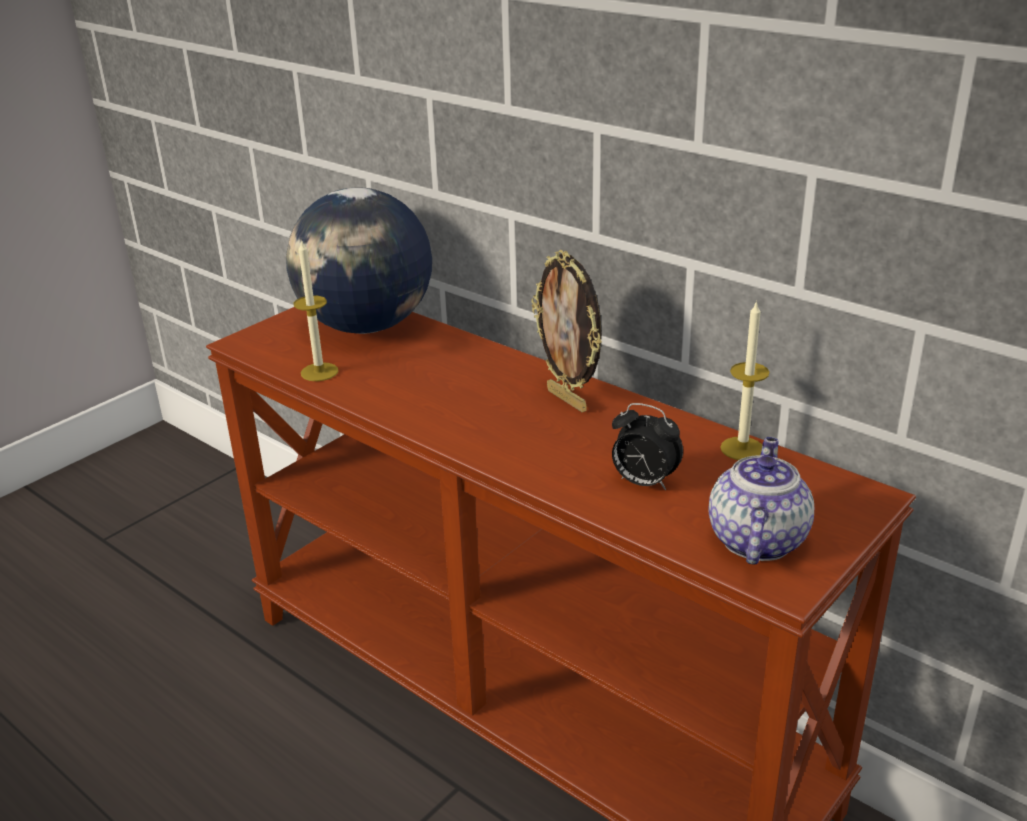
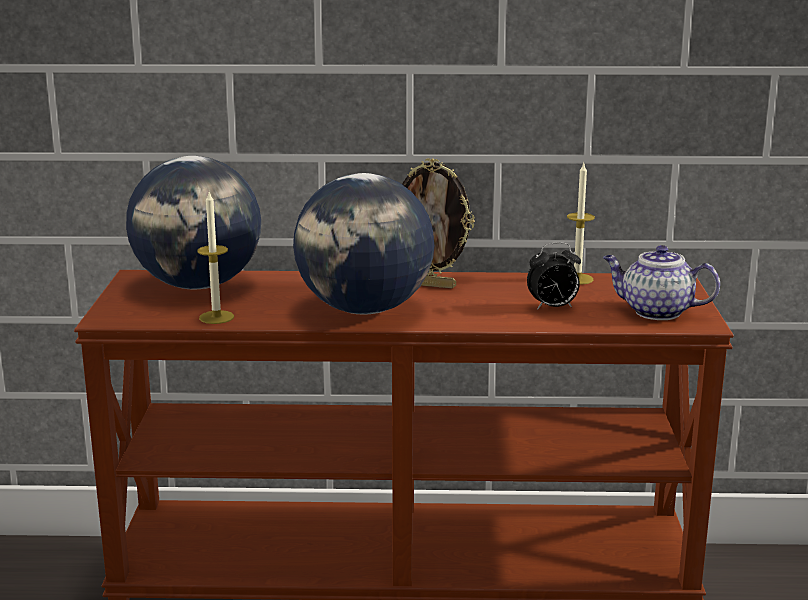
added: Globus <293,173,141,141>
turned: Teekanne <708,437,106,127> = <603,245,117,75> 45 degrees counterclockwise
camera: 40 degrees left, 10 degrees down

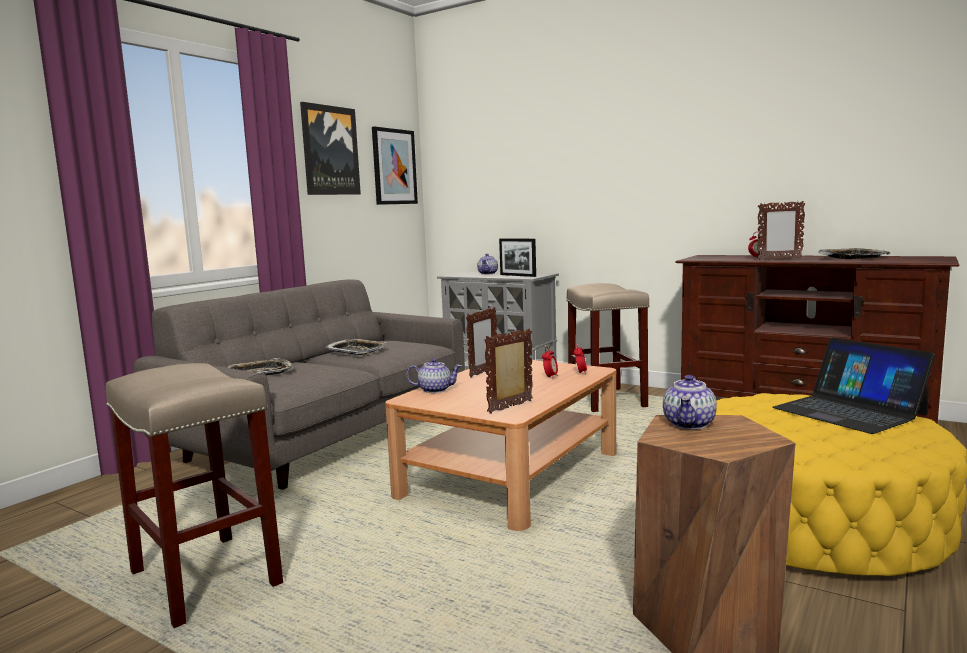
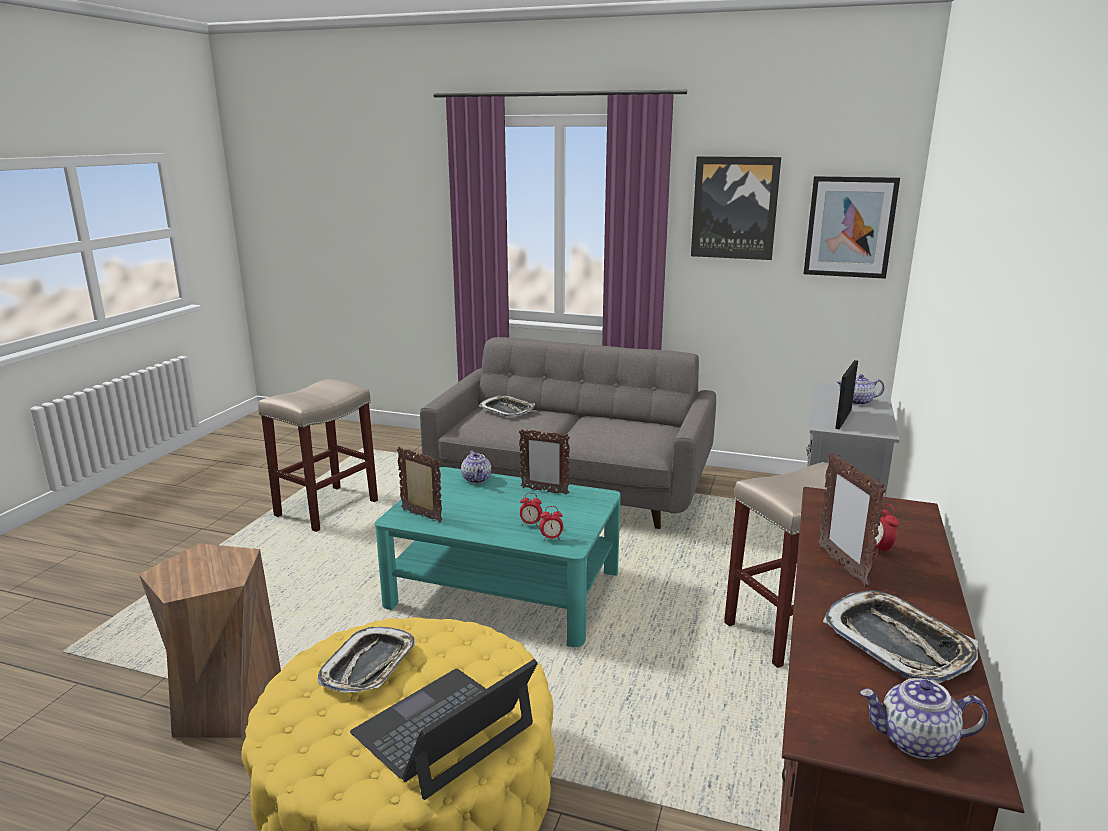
moved: Tablett <325,339,61,16> to <318,627,97,66>; Teekanne <663,375,54,54> to <860,678,128,81>
recoloured: Couchtisch [braun] <385,360,231,171> to Couchtisch [türkis] <375,467,246,180>
camera: 75 degrees right, 10 degrees up

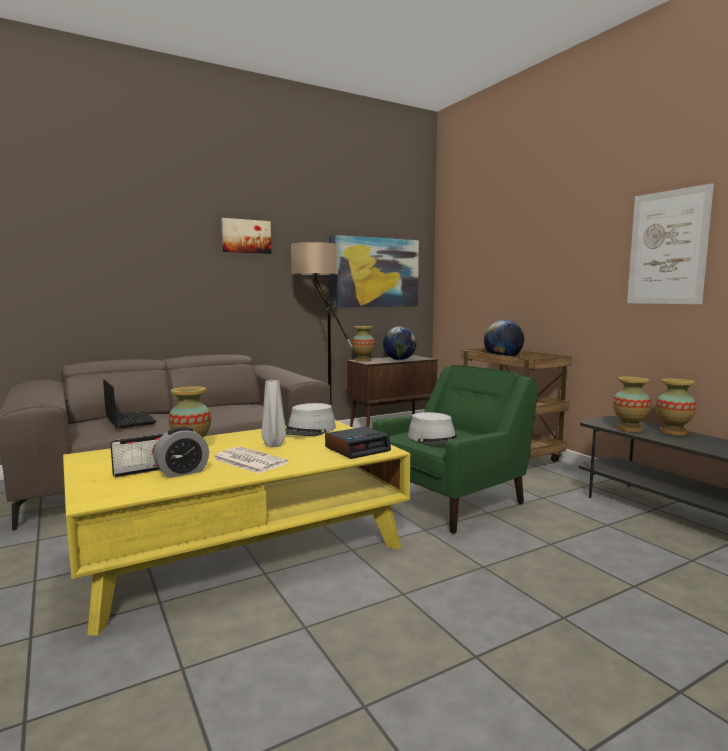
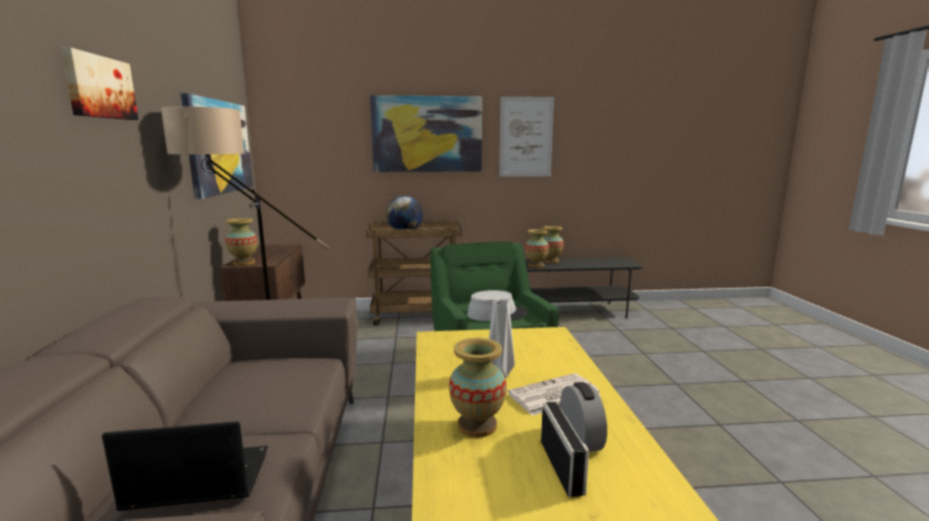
removed: Hut [grau] <286,403,50,33>; Wecker <325,426,66,33>; Globus <383,326,34,34>
added: Bild <370,95,112,77>
camera: 65 degrees left, 5 degrees up

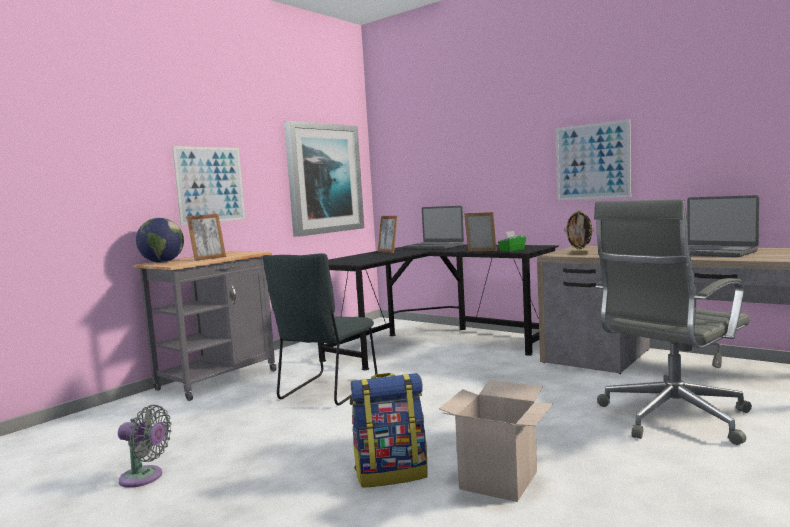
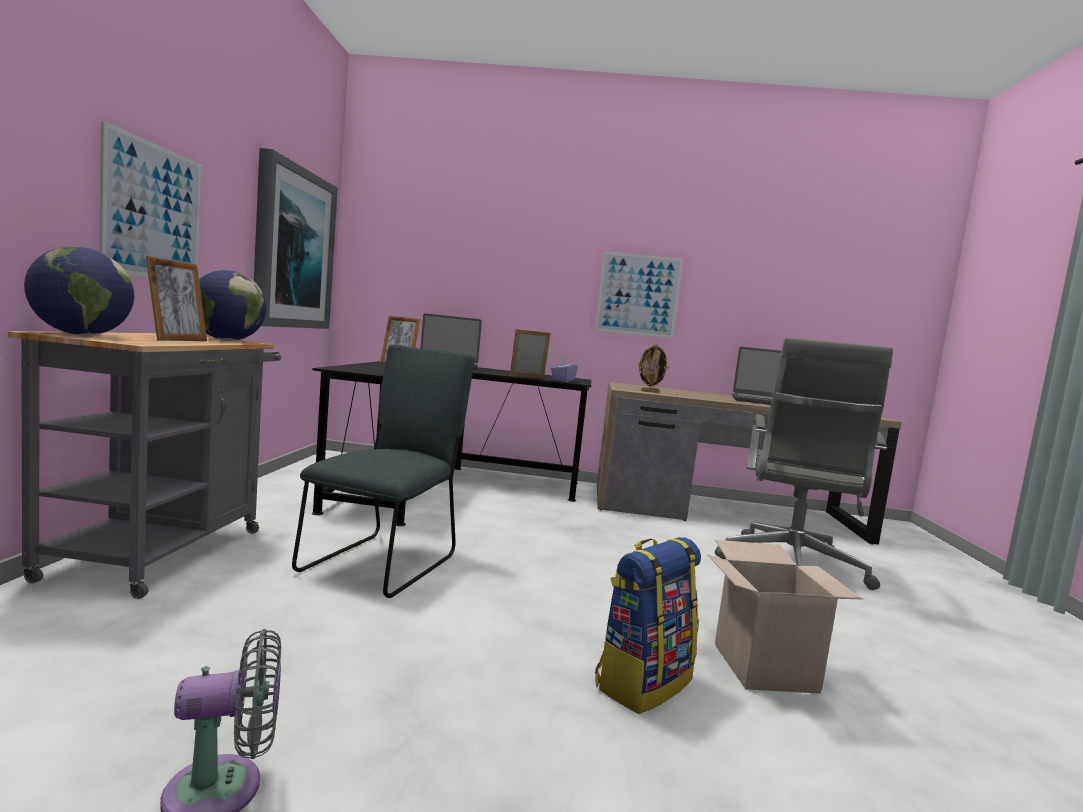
added: Globus <199,270,68,71>
recoloured: Taschentuchbox [grün] <498,231,28,21> to Taschentuchbox [lila] <551,358,27,24>
turned: Stuhl [grau] <263,253,114,153> = <292,345,183,253> 150 degrees counterclockwise
camera: 35 degrees left, 0 degrees up

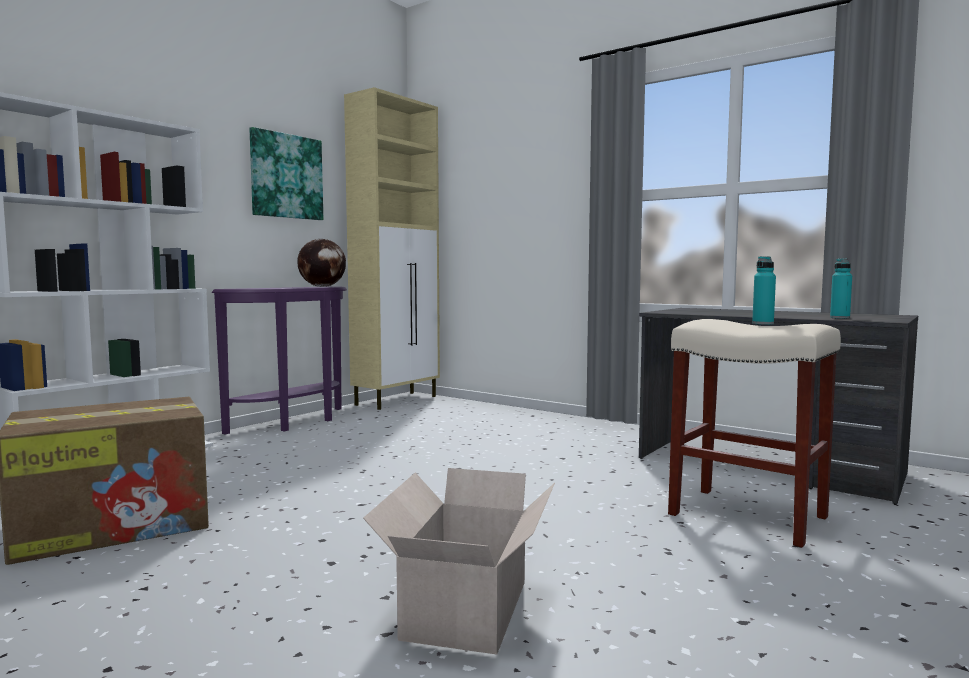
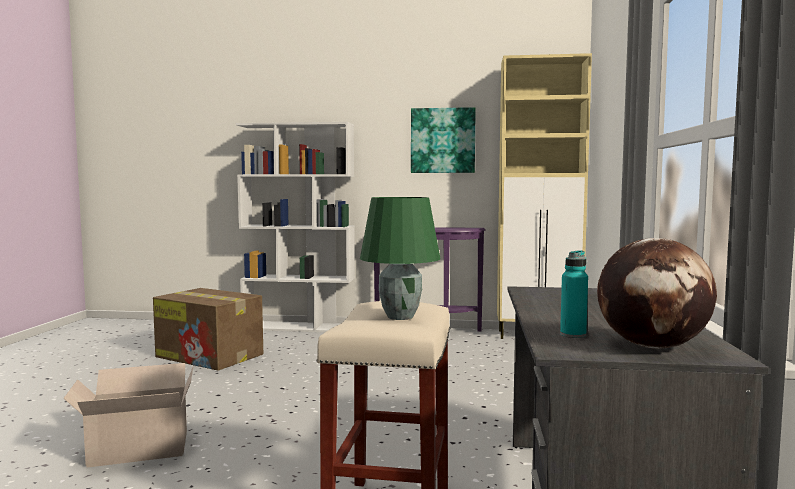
moved: Globus <298,239,48,48> to <597,238,120,111>
replaced: Flasche [türkis] <752,256,24,69> to Tischlampe [grün] <360,197,80,123>
camera: 60 degrees right, 0 degrees up

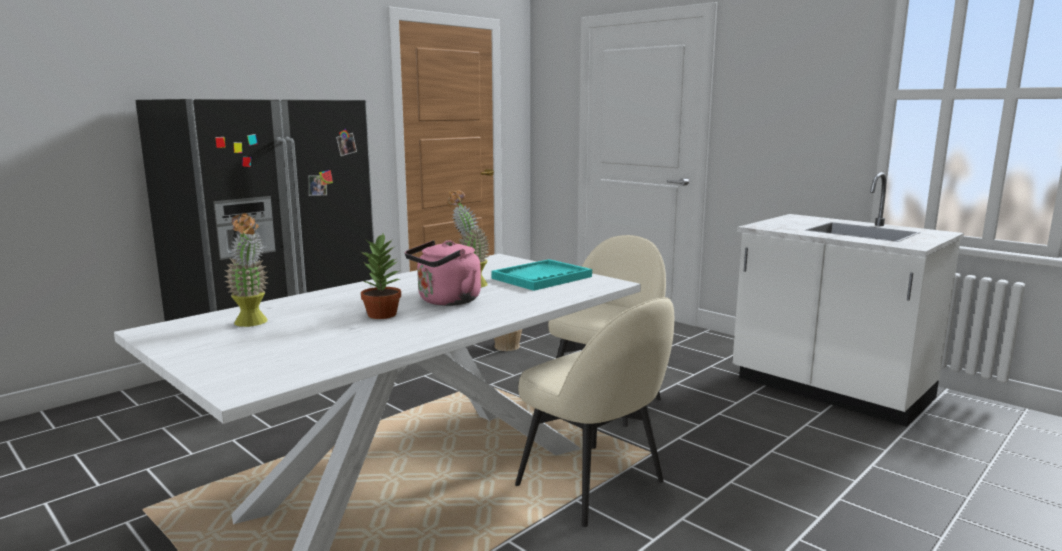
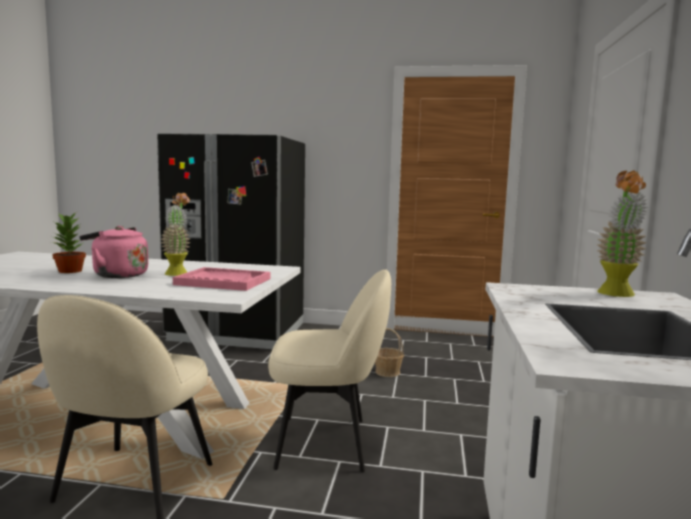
moved: Topfpflanze <224,213,45,114> to <597,171,51,126>
recoloured: Tablett [türkis] <491,259,101,32> to Tablett [rosa] <173,267,98,24>
camera: 55 degrees right, 5 degrees down

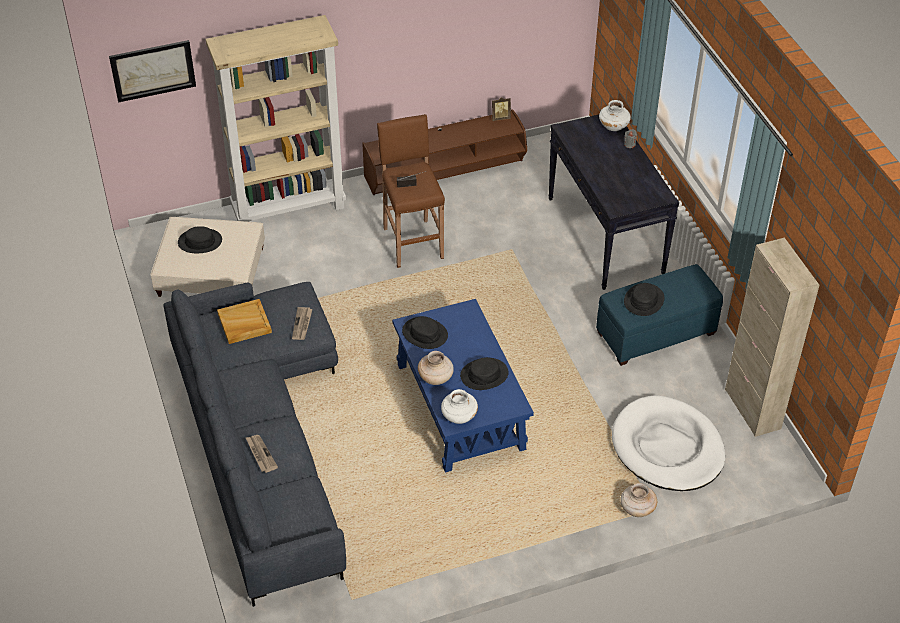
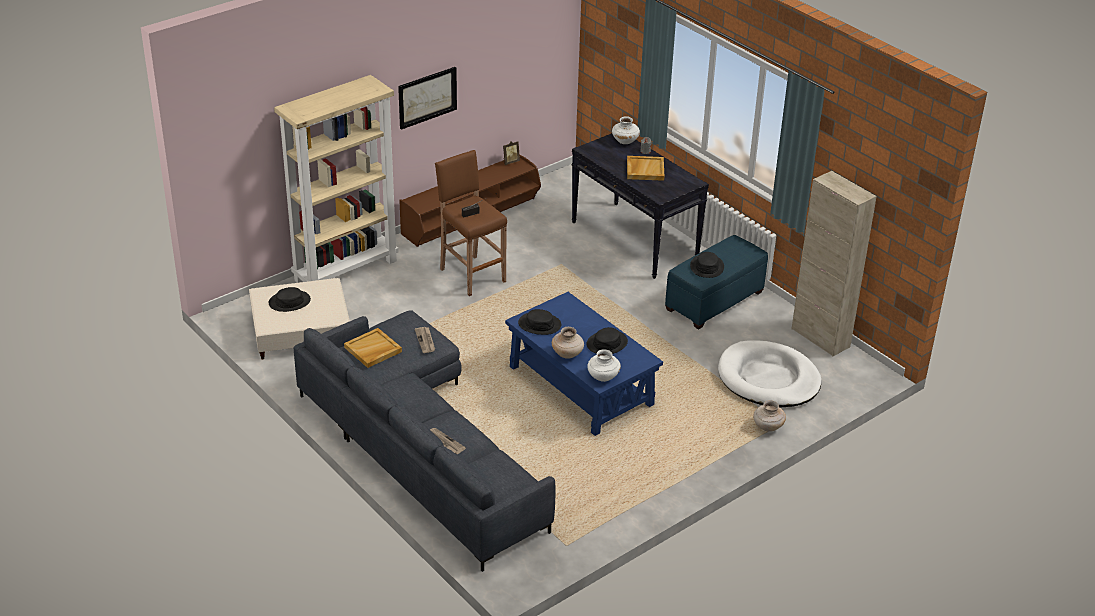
added: Tablett [beige] <627,156,37,25>
moved: Bild <109,40,87,62> to <398,67,59,63>
camera: 20 degrees left, 10 degrees down

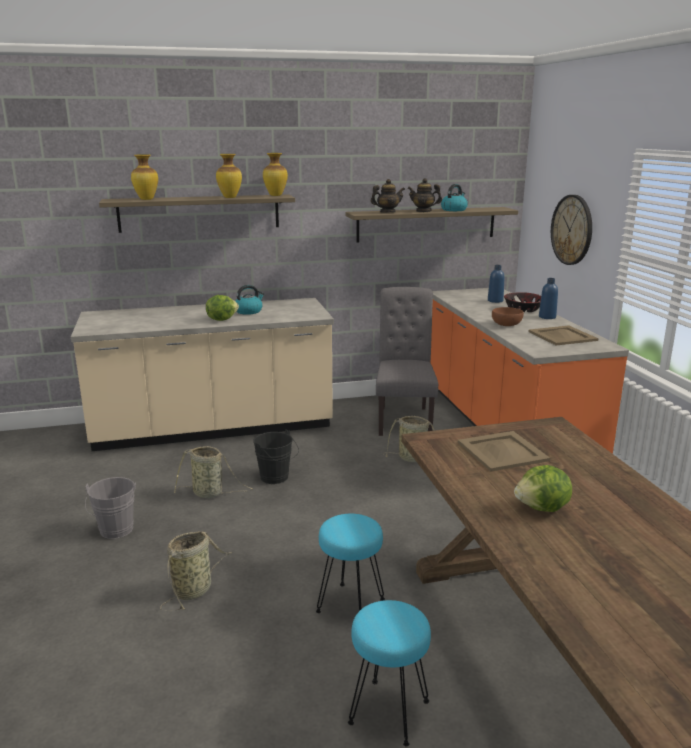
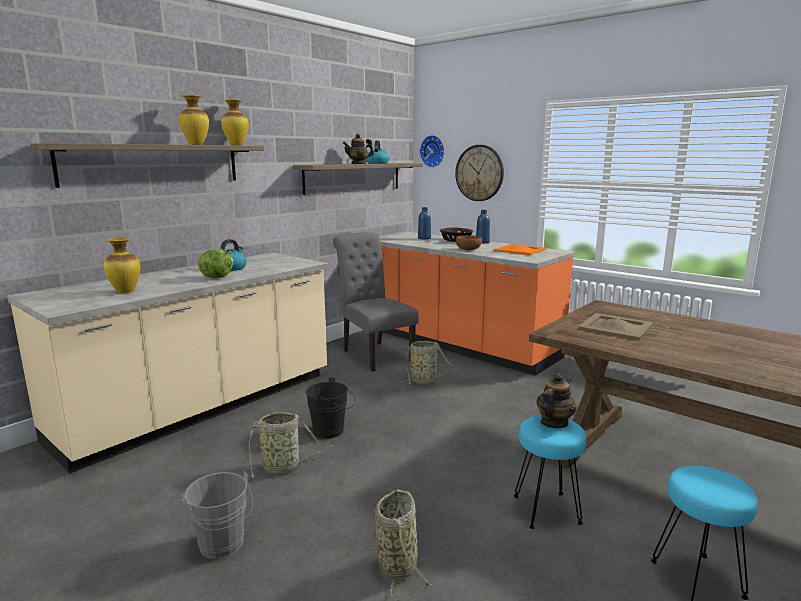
removed: Salatkopf <514,465,58,47>
added: Wanduhr <420,135,25,33>
moved: Vase <131,154,27,46> to <104,238,36,55>; Teekanne <371,179,34,34> to <536,373,40,55>
recoloured: Tablett [beige] <529,325,69,20> to Tablett [orange] <493,244,53,11>
camera: 35 degrees left, 5 degrees down

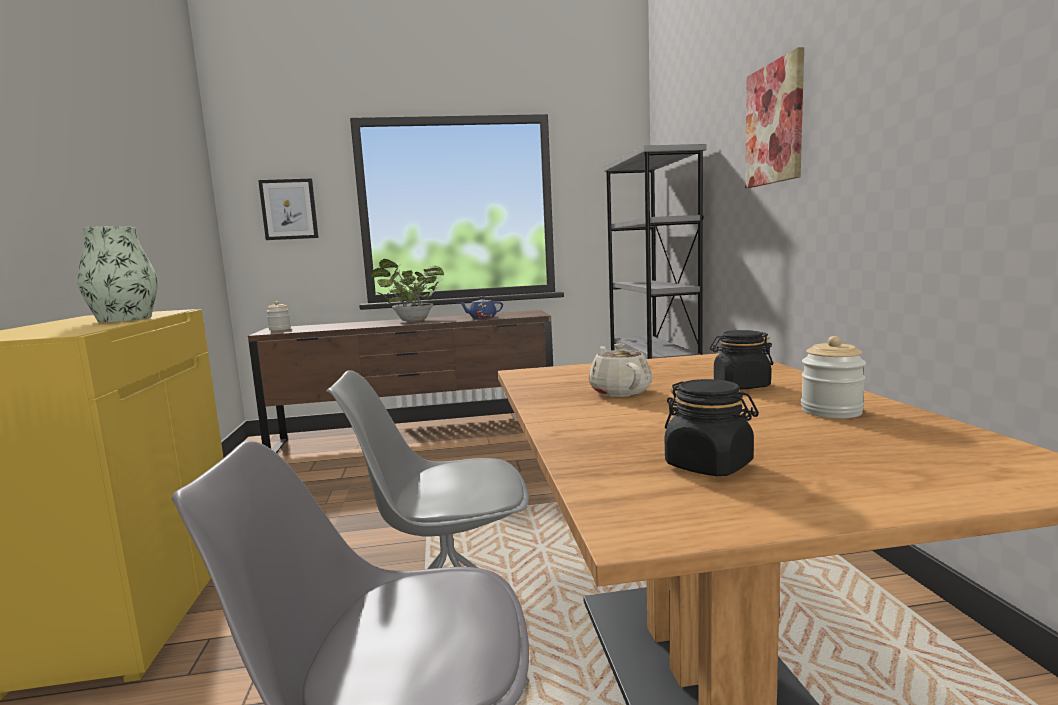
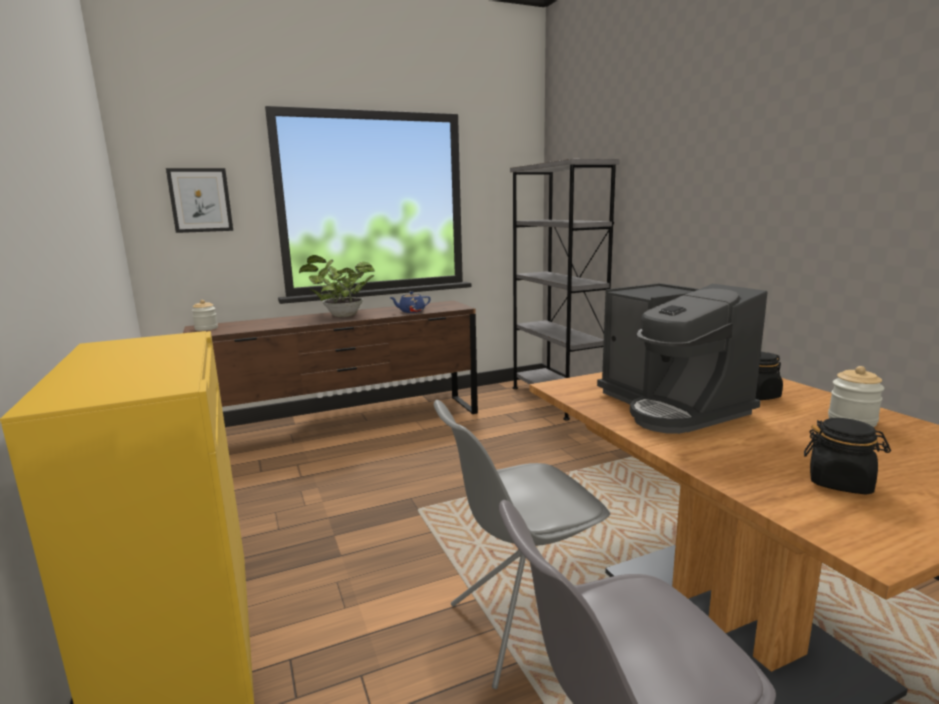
removed: Vase <77,226,81,96>; Bild <745,47,59,141>
replaced: Teekanne [beige] <589,344,63,53> to Kaffeemaschine <597,283,170,151>
camera: 15 degrees left, 5 degrees up

